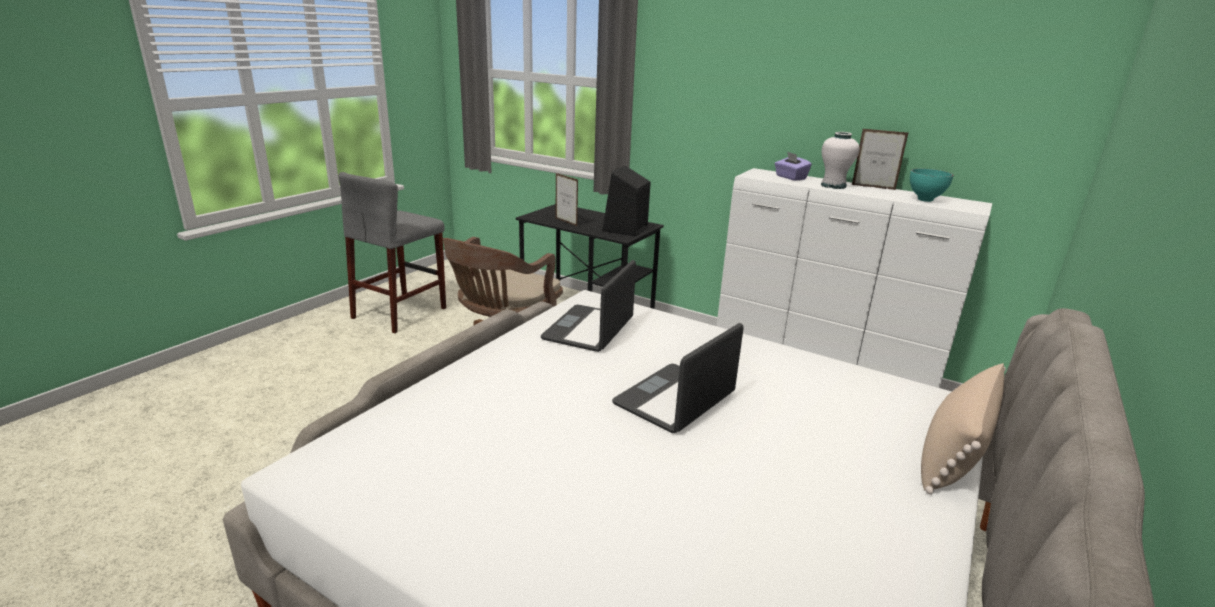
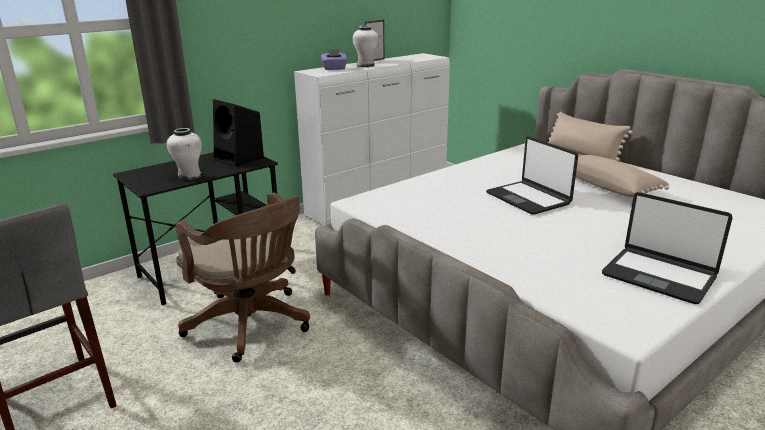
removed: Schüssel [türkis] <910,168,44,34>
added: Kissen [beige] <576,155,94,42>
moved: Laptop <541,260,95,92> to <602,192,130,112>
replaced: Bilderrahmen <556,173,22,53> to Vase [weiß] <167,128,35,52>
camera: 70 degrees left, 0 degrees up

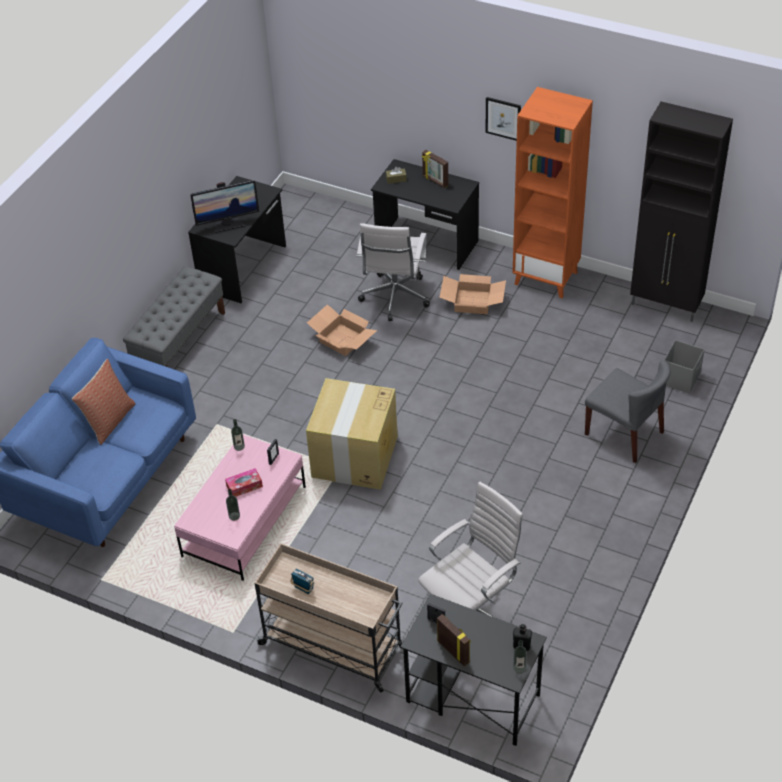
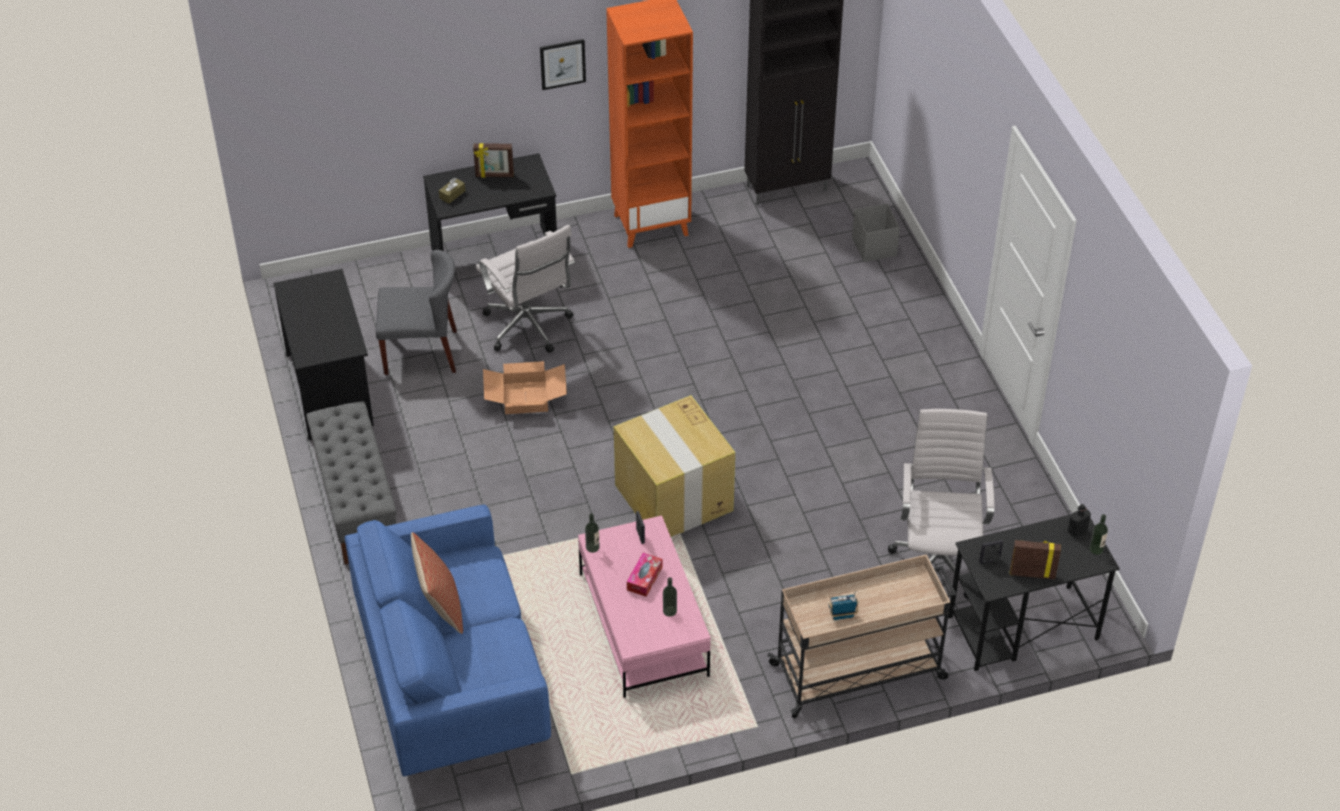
removed: Monitor <190,180,69,53>; Karton <439,274,67,40>
moved: Stuhl [grau] <585,361,86,102> to <376,250,81,125>
camera: 45 degrees left, 0 degrees up

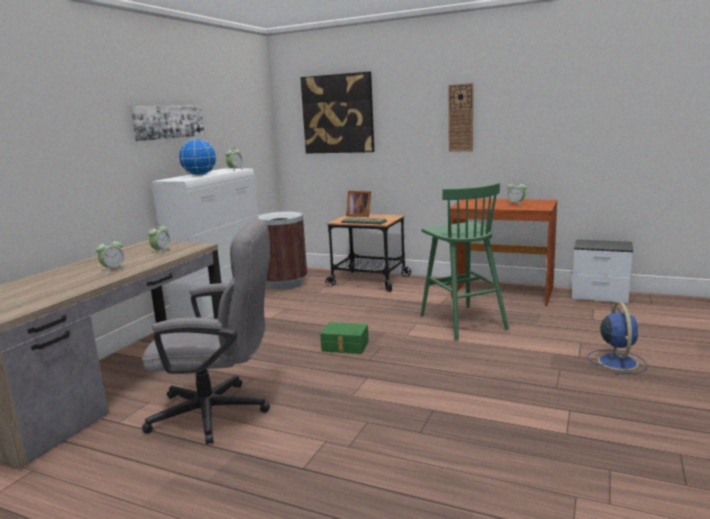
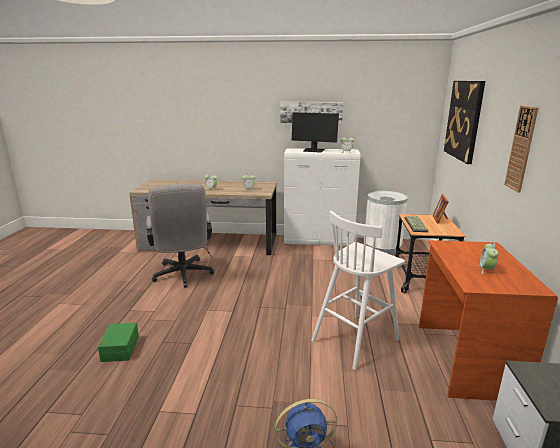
moved: Aufbewahrungsbox [grün] <320,322,49,32> to <98,323,41,39>
replaced: Globus <179,138,37,38> to Monitor <292,112,47,41>
recoloured: Mülleimer [braun] <258,211,49,79> to Mülleimer [weiß] <365,191,43,64>; Hocker [grün] <420,183,89,158> to Hocker [weiß] <311,211,94,159>
camera: 70 degrees right, 5 degrees up

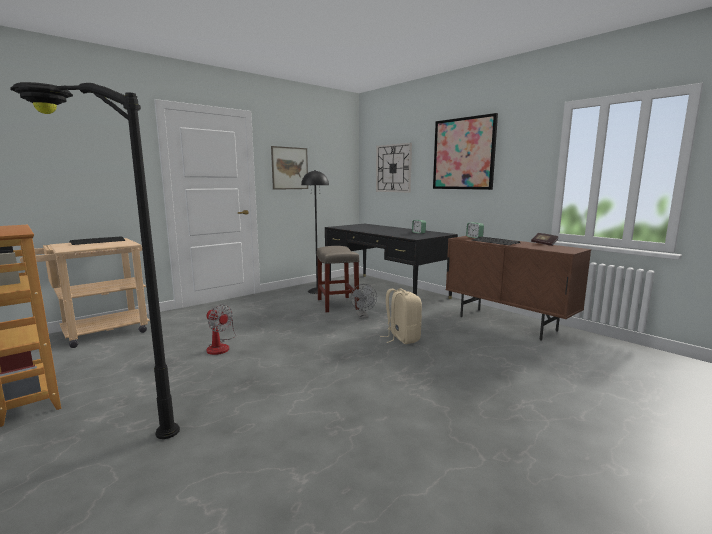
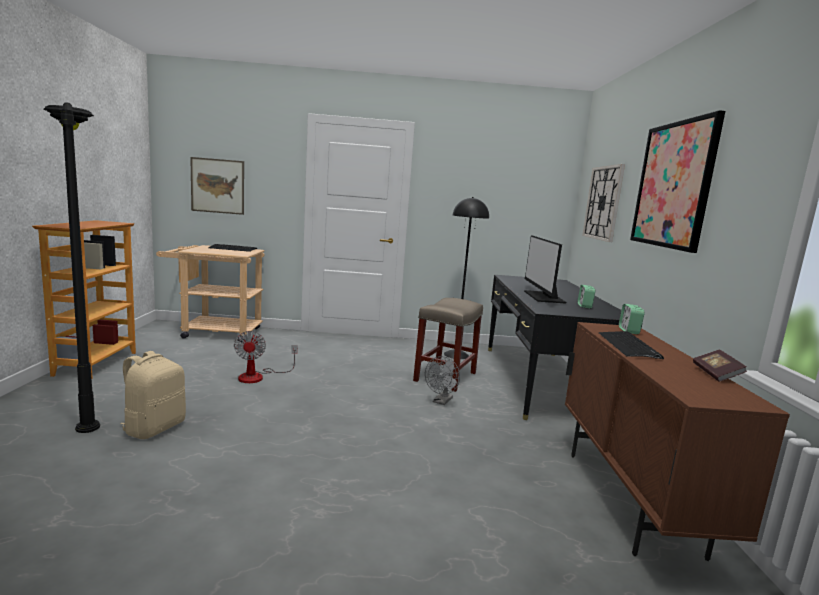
added: Monitor <524,236,42,68>
moved: Bild <271,146,37,44> to <190,157,54,58>; Rucksack [beige] <380,288,42,56> to <120,351,66,88>
camera: 40 degrees right, 0 degrees up

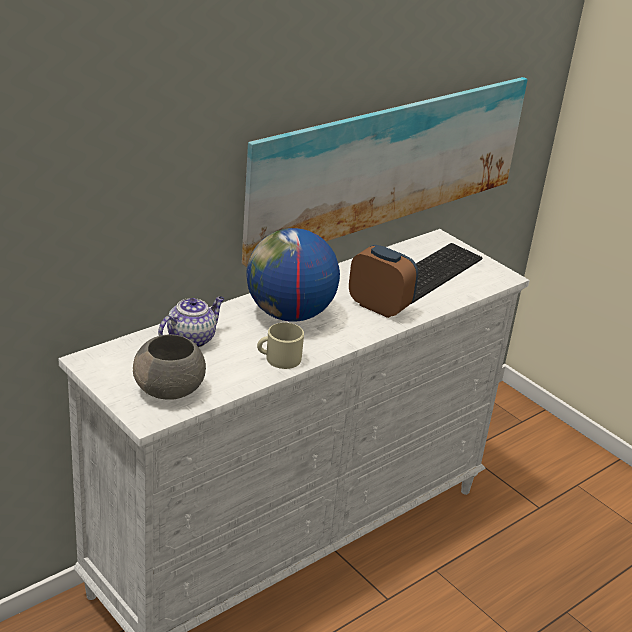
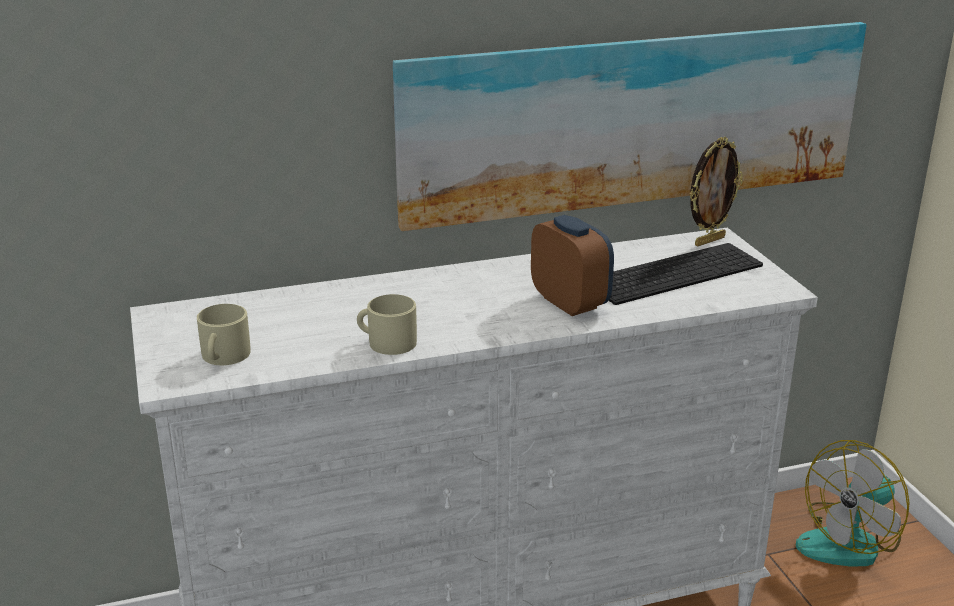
removed: Teekanne <158,296,67,51>; Globus <246,228,94,94>
added: Bilderrahmen <690,137,53,110>; Ventilator <796,440,114,127>
replaced: Schüssel [grau] <133,334,73,66> to Henkelbecher [beige] <197,304,54,61>
camera: 25 degrees right, 5 degrees down

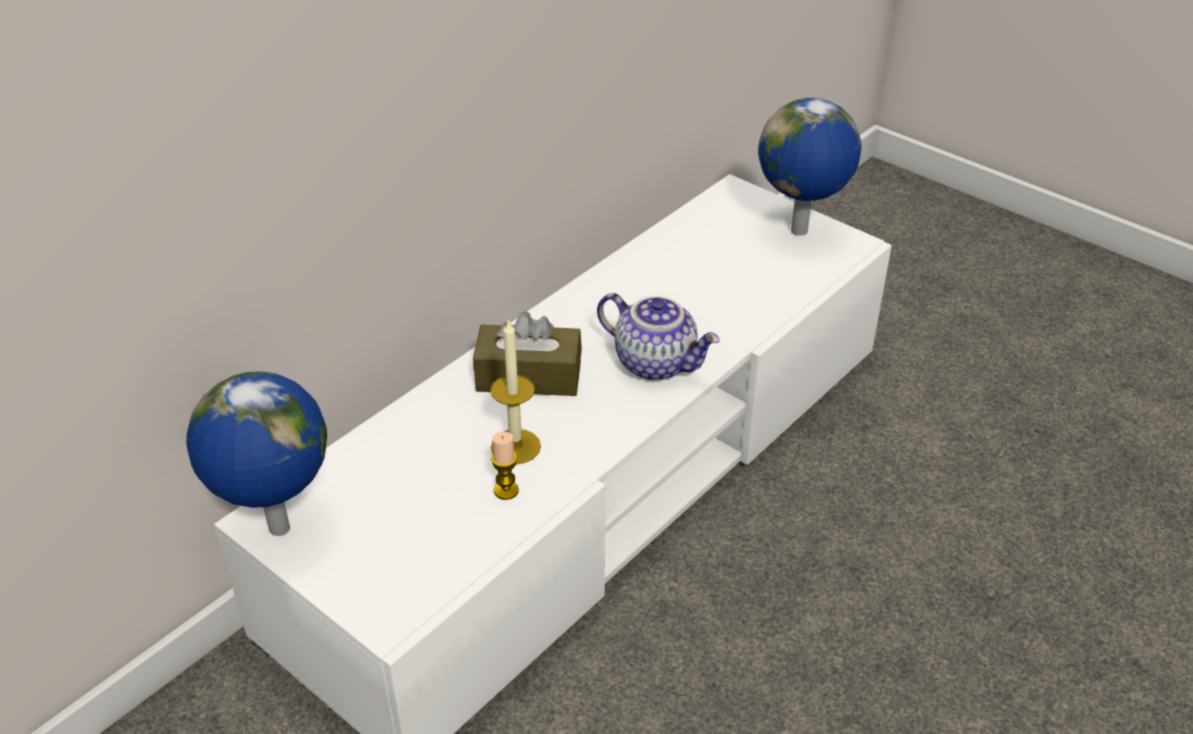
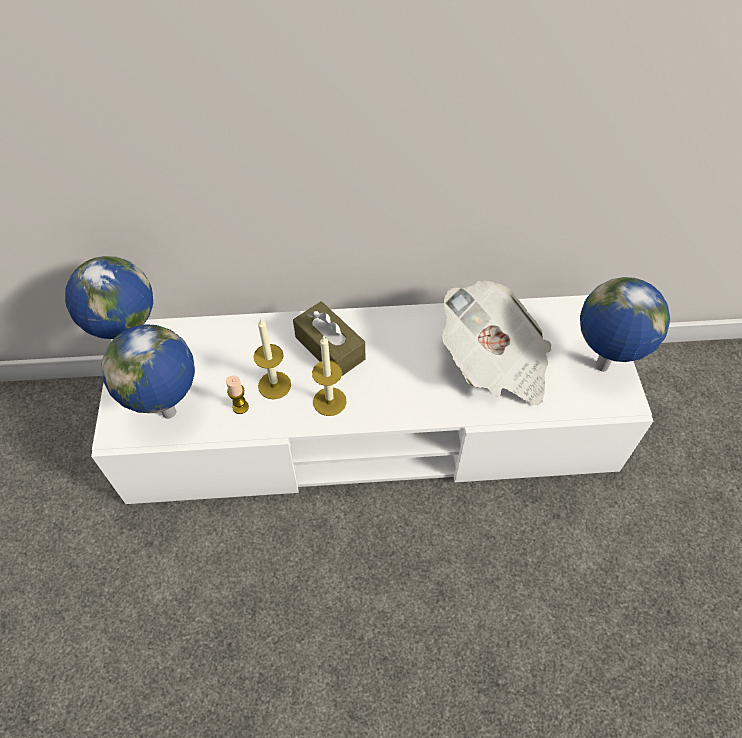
removed: Teekanne <597,293,123,88>
added: Globus <102,324,93,95>; Kerze <312,335,35,81>; Zeitung <442,281,109,124>
camera: 45 degrees right, 15 degrees up

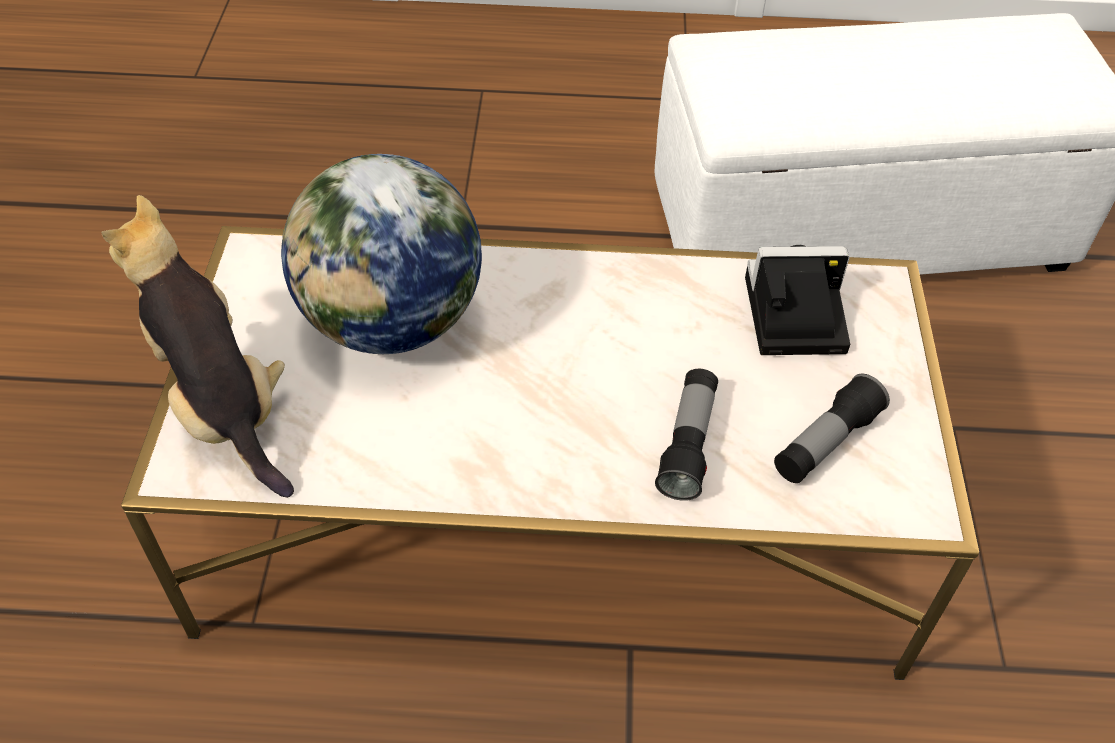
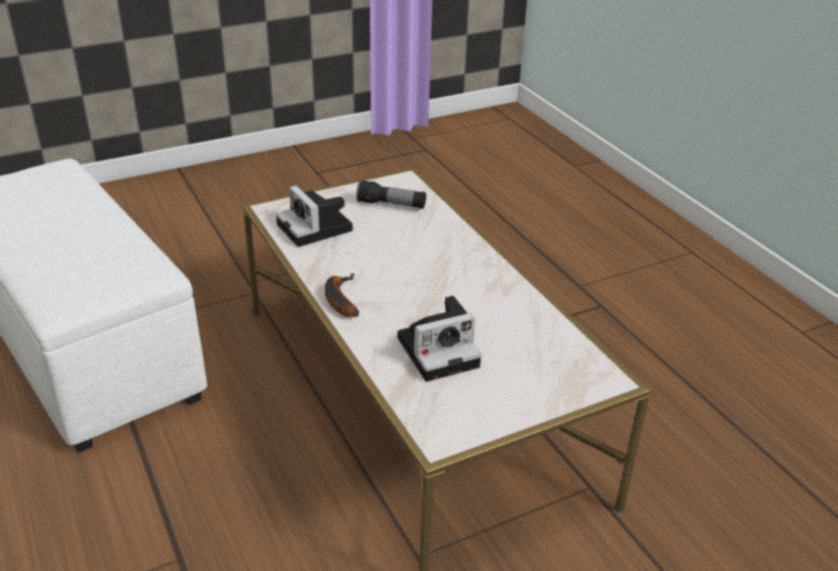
removed: Plüschtier <101,195,193,303>; Taschenlampe <655,369,63,132>
added: Banane <325,273,34,44>
replaced: Globus <281,154,201,200> to Kamera <397,296,84,86>
camera: 120 degrees left, 15 degrees down

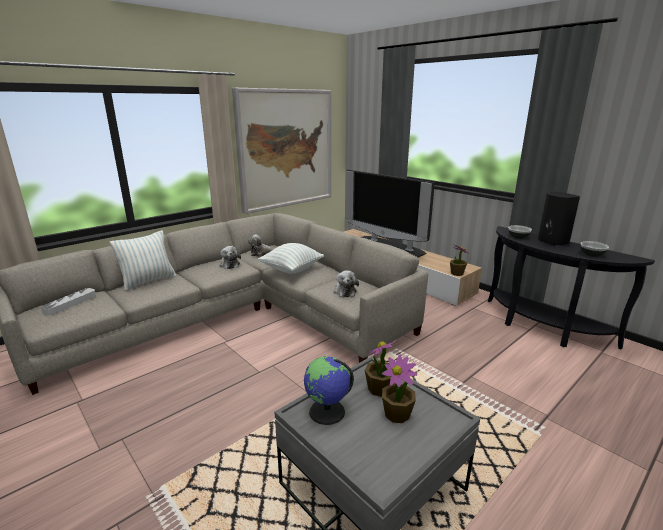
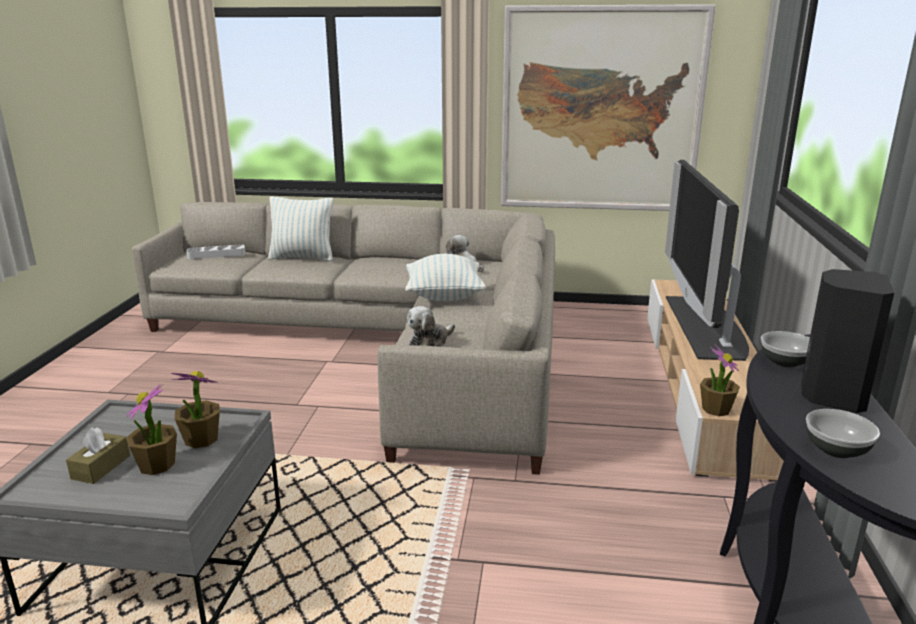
removed: Plüschtier <220,246,21,23>; Globus <304,356,50,69>
added: Taschentuchbox [braun] <66,427,64,57>
camera: 50 degrees right, 0 degrees up

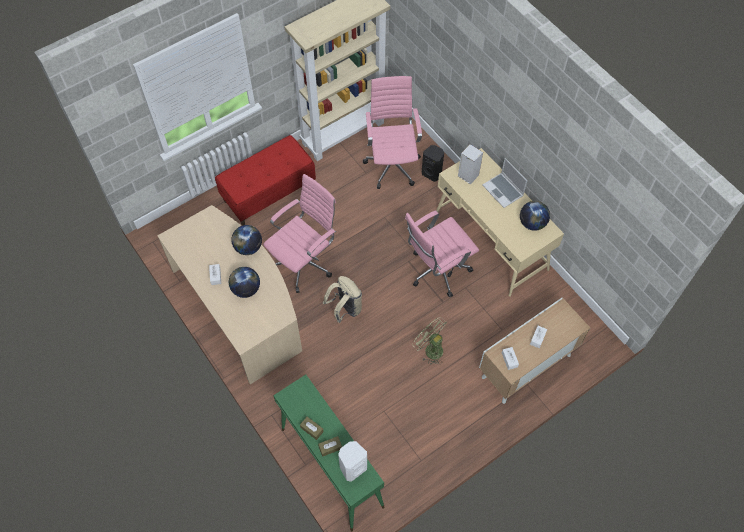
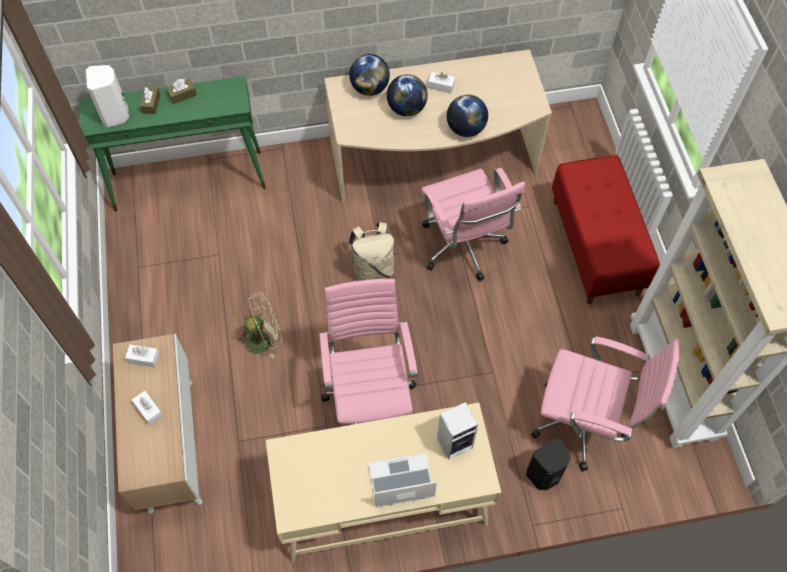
moved: Globus <520,201,30,30> to <349,54,41,42>
camera: 115 degrees right, 0 degrees up

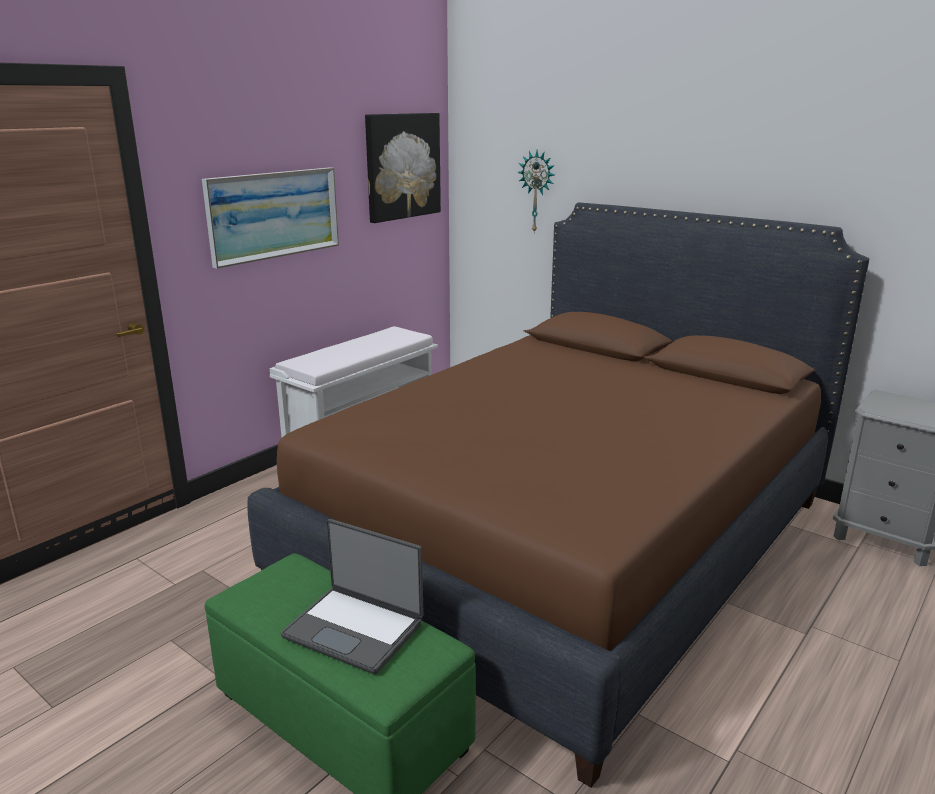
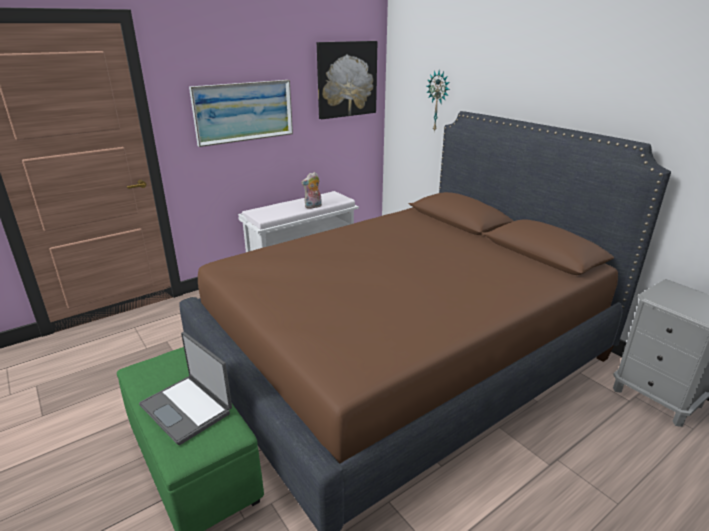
added: Plüschtier <301,172,21,37>
camera: 15 degrees right, 5 degrees up

